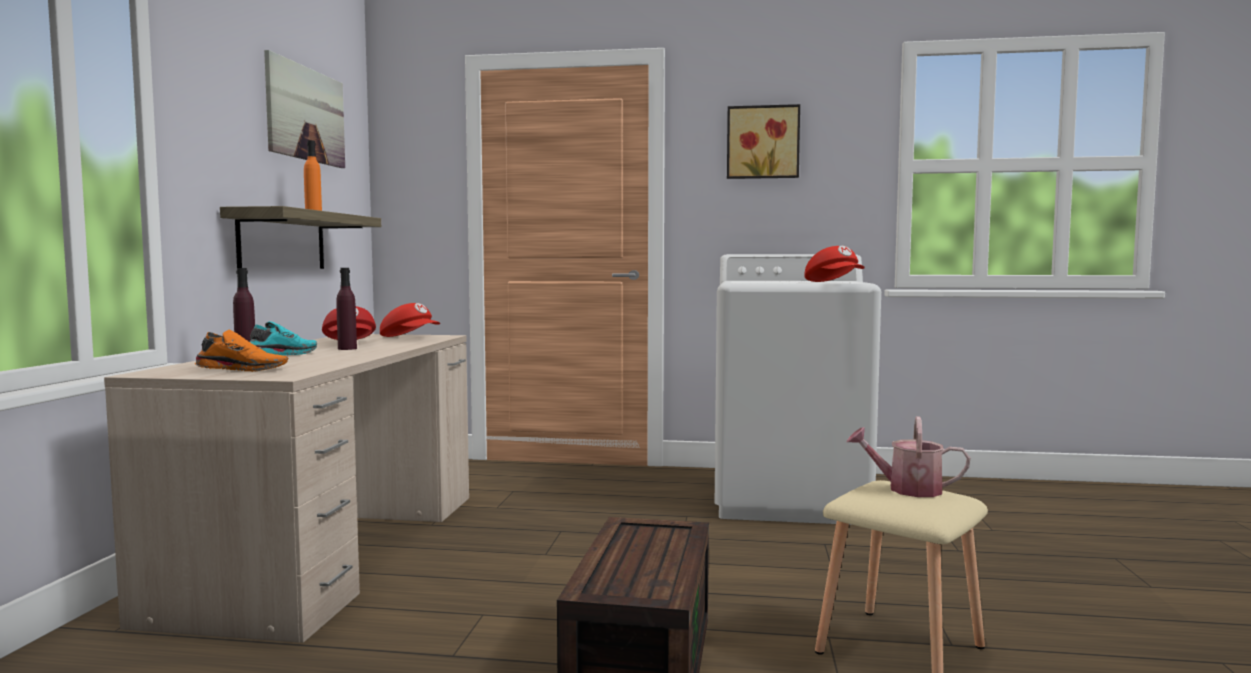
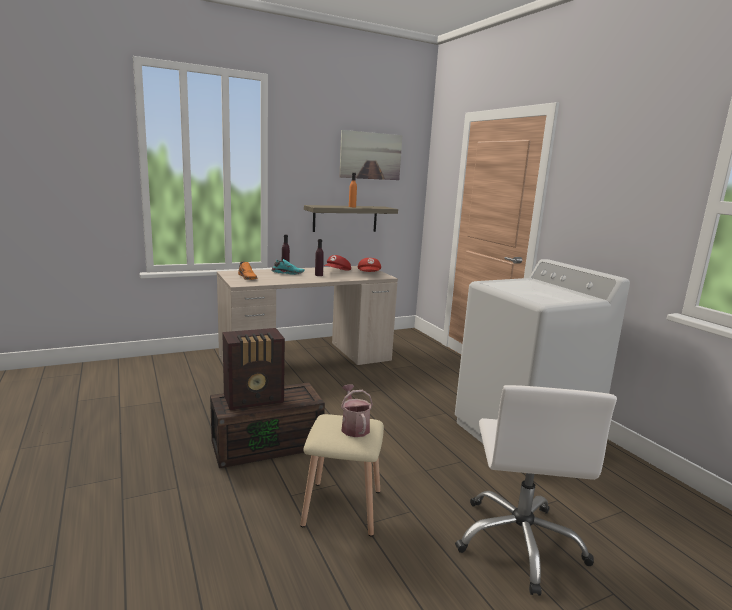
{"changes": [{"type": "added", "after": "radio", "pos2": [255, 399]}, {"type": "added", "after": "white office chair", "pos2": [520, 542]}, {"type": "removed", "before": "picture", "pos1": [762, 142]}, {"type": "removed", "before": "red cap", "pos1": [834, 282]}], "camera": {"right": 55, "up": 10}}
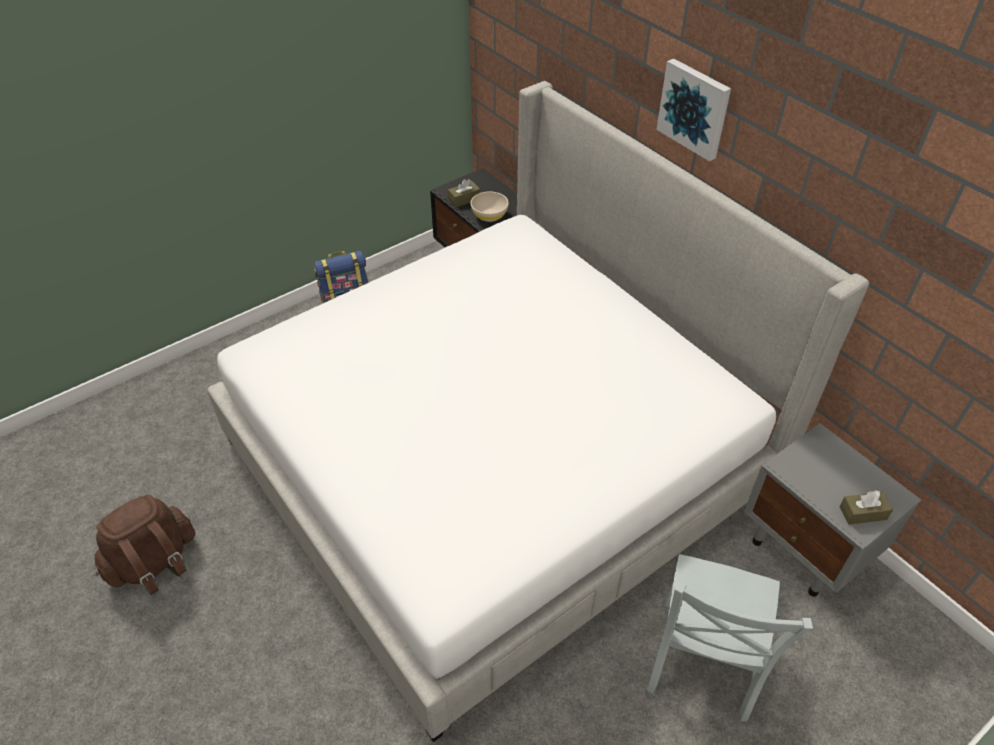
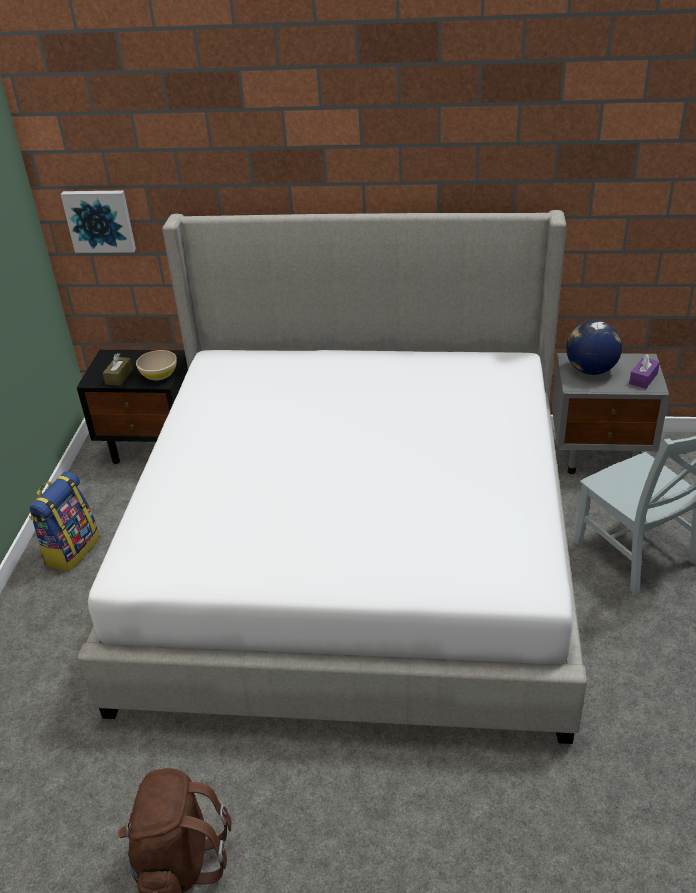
{"changes": [{"type": "moved", "before": "picture", "pos1": [695, 108], "pos2": [100, 220]}, {"type": "added", "after": "desk globe", "pos2": [590, 370]}, {"type": "recoloured", "before": "brownish tissue box", "after": "purplish tissue box", "pos1": [862, 513], "pos2": [643, 378]}], "camera": {"right": -45, "up": -10}}
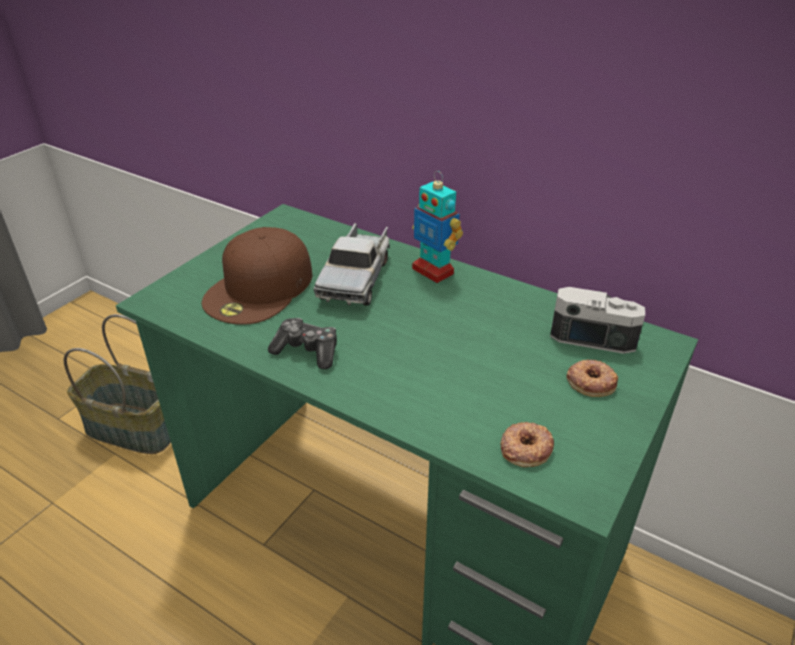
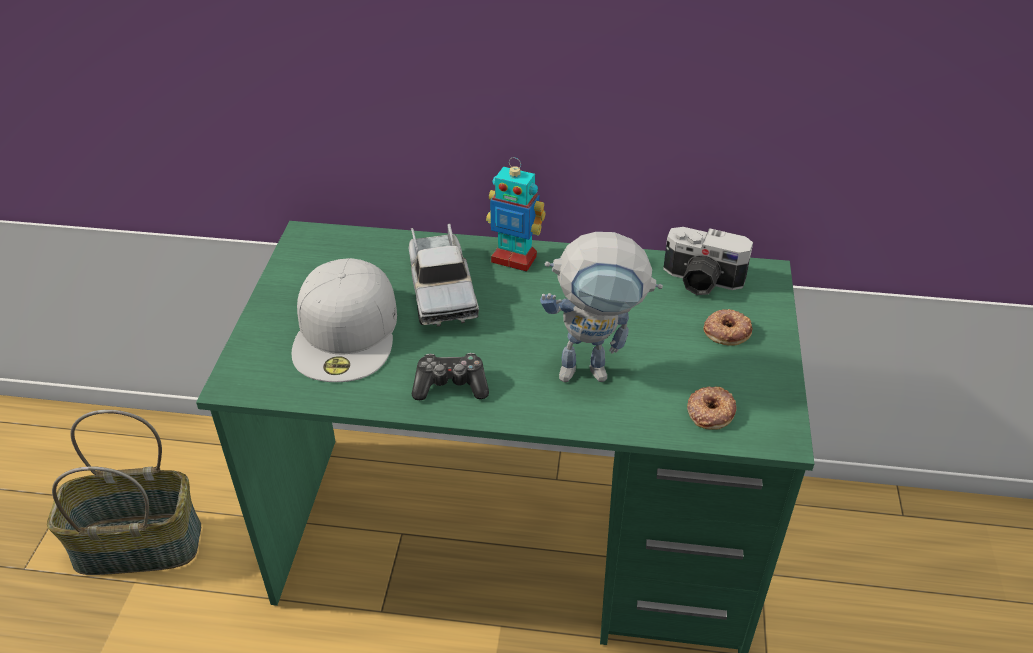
{"changes": [{"type": "recoloured", "before": "brownish cap", "after": "white cap", "pos1": [260, 288], "pos2": [347, 332]}, {"type": "added", "after": "model robot", "pos2": [596, 370]}, {"type": "turned", "before": "photo camera", "pos1": [593, 333], "pos2": [701, 281], "turn": -150}], "camera": {"right": -25, "up": 5}}
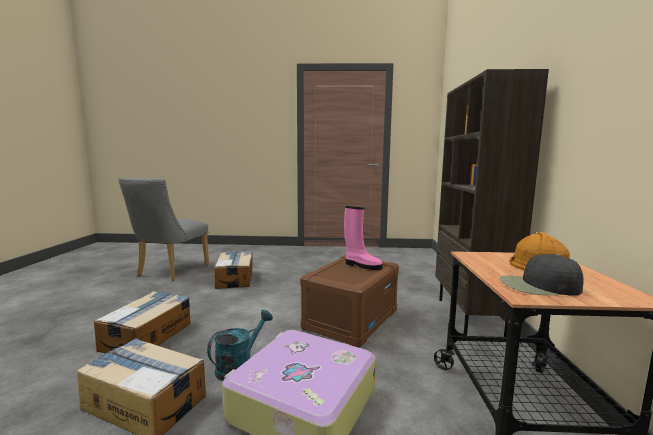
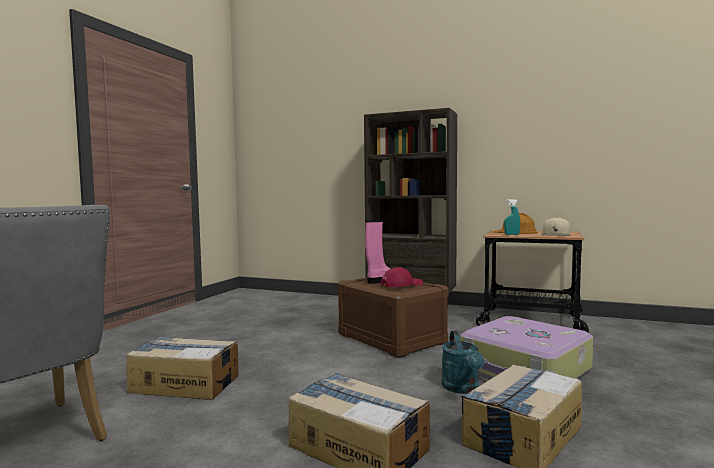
{"changes": [{"type": "added", "after": "red cap", "pos2": [401, 284]}, {"type": "turned", "before": "blue-green sprinkling can", "pos1": [239, 366], "pos2": [462, 389], "turn": -150}, {"type": "added", "after": "blue-green sprayer", "pos2": [512, 234]}, {"type": "recoloured", "before": "black-coloured cap", "after": "sand-coloured cap", "pos1": [539, 286], "pos2": [556, 235]}], "camera": {"right": -70, "up": -5}}
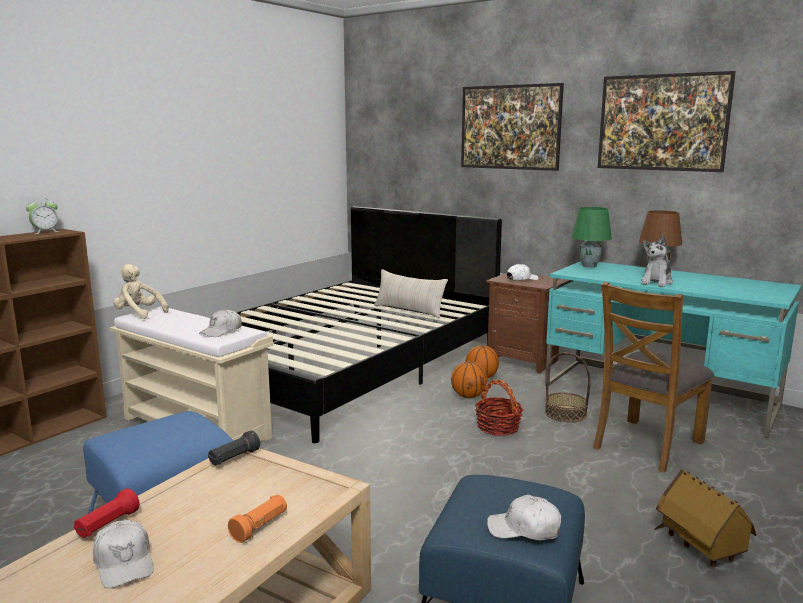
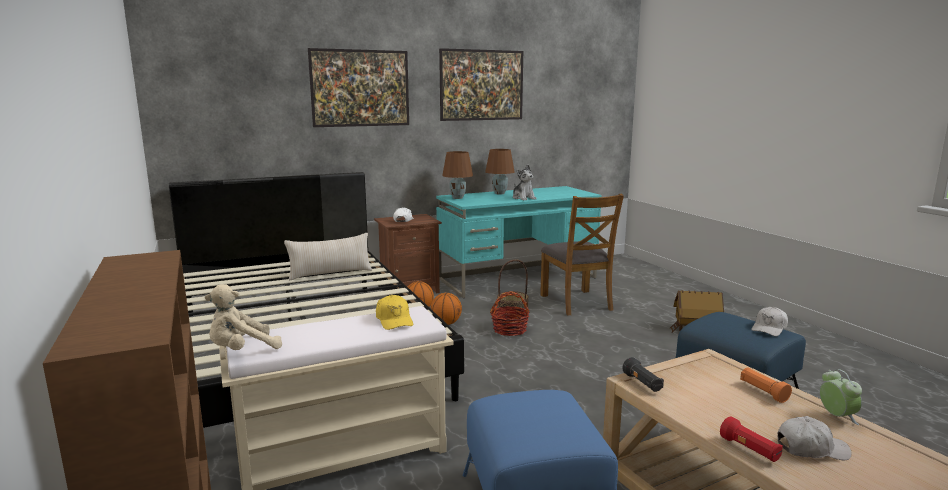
{"changes": [{"type": "recoloured", "before": "white cap", "after": "yellow cap", "pos1": [221, 331], "pos2": [394, 320]}, {"type": "recoloured", "before": "green-coloured table lamp", "after": "brownish table lamp", "pos1": [589, 266], "pos2": [458, 198]}, {"type": "moved", "before": "table clock", "pos1": [45, 232], "pos2": [836, 416]}], "camera": {"right": -60, "up": 0}}
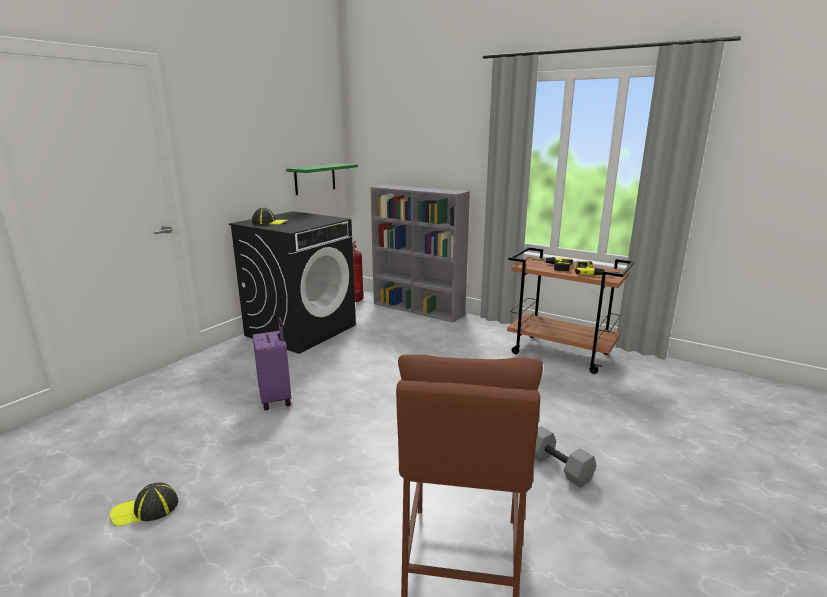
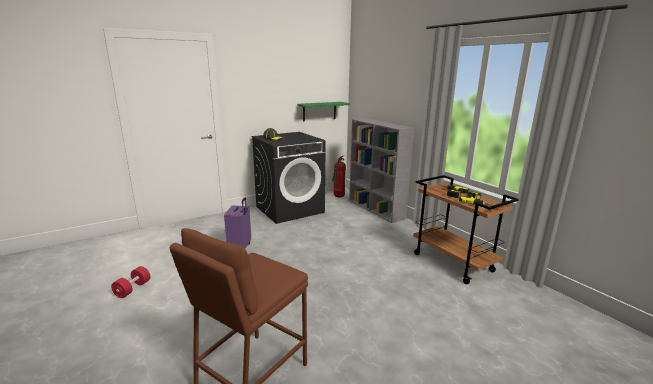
{"changes": [{"type": "replaced", "before": "cap", "after": "red free weight", "pos1": [146, 509], "pos2": [133, 289]}, {"type": "removed", "before": "grey free weight", "pos1": [559, 467]}], "camera": {"right": 25, "up": 0}}
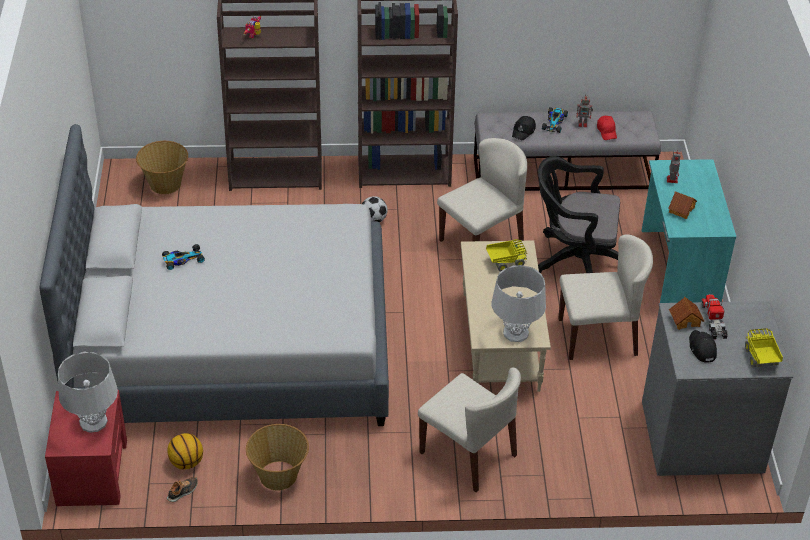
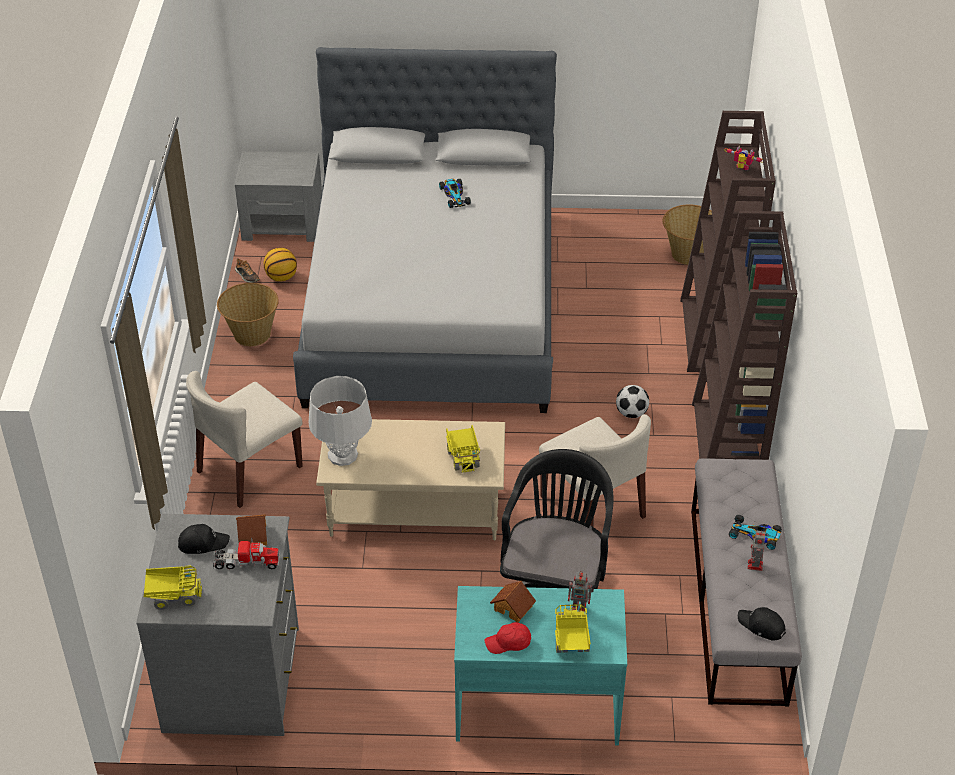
{"changes": [{"type": "recoloured", "before": "red night table", "after": "grey night table", "pos1": [92, 471], "pos2": [283, 224]}, {"type": "moved", "before": "red cap", "pos1": [607, 132], "pos2": [508, 643]}, {"type": "added", "after": "toy lorry", "pos2": [571, 641]}, {"type": "moved", "before": "black-coloured cap", "pos1": [523, 131], "pos2": [761, 626]}, {"type": "removed", "before": "grey table lamp", "pos1": [93, 422]}, {"type": "removed", "before": "sand-coloured chair", "pos1": [598, 336]}], "camera": {"right": 95, "up": 0}}
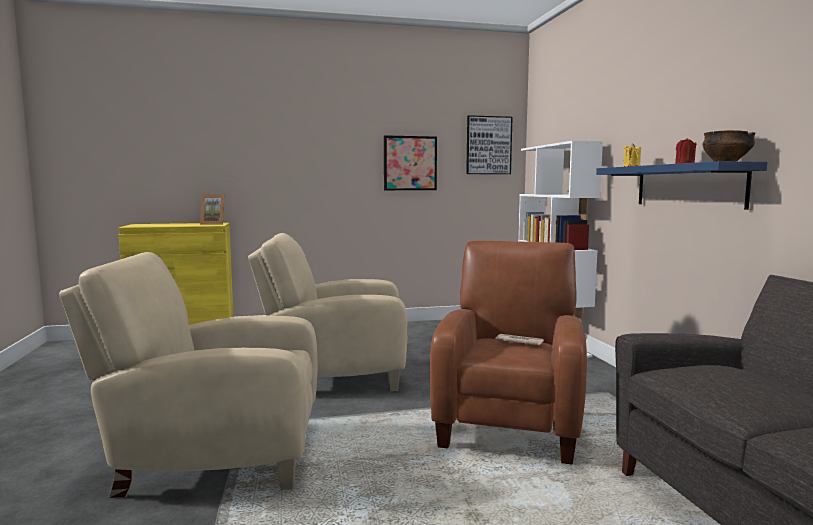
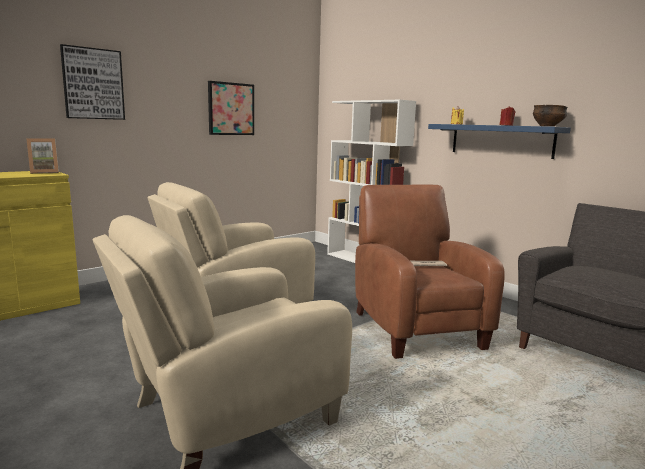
{"changes": [{"type": "moved", "before": "picture", "pos1": [488, 145], "pos2": [93, 84]}], "camera": {"right": -30, "up": 5}}
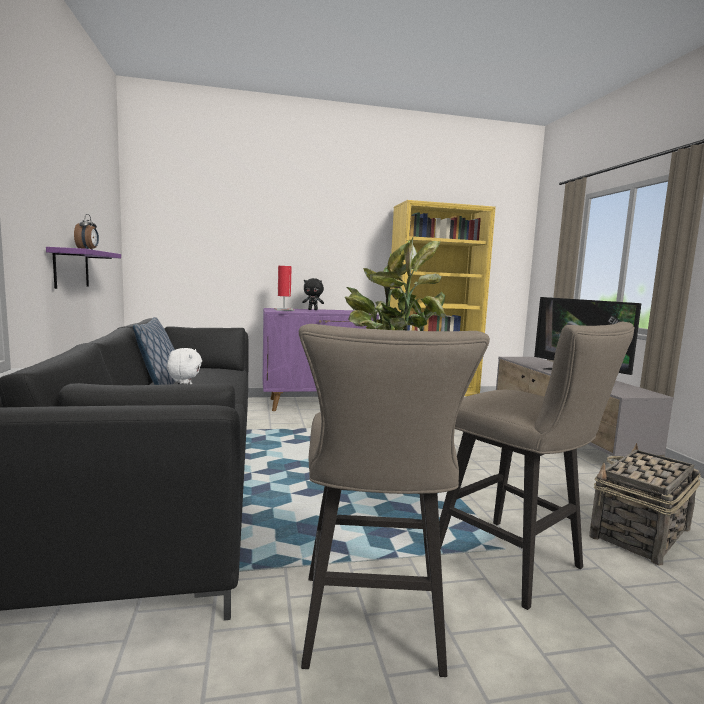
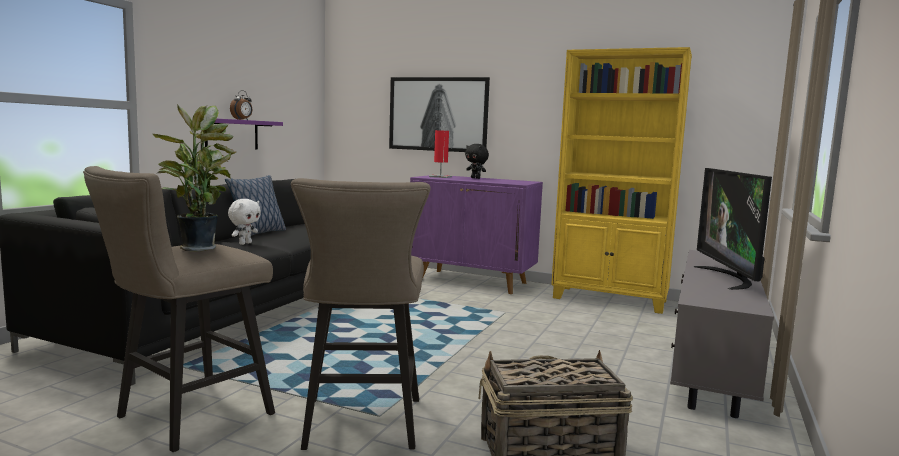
{"changes": [{"type": "added", "after": "picture", "pos2": [438, 114]}], "camera": {"right": 35, "up": 0}}
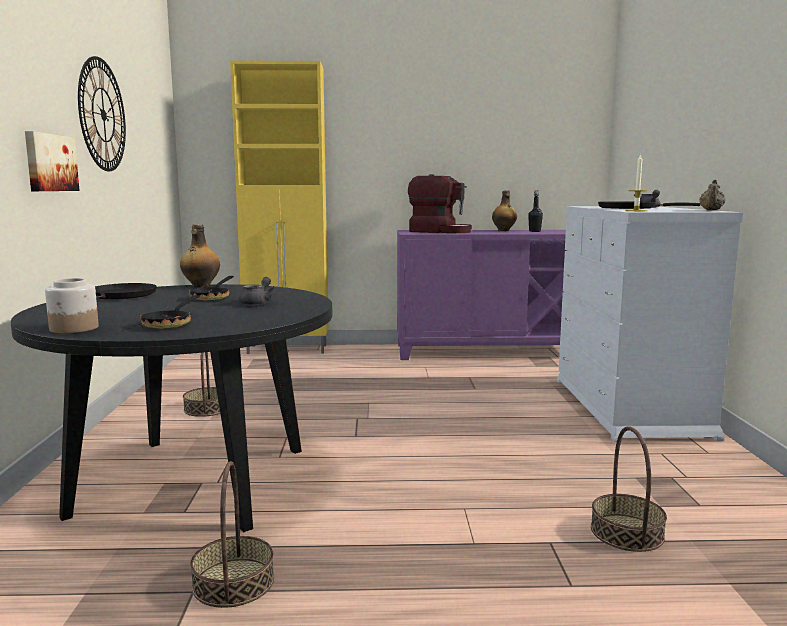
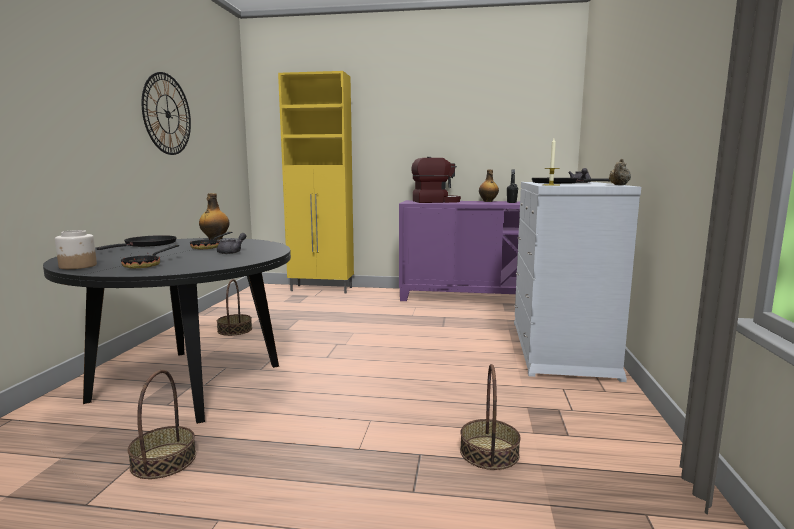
{"changes": [{"type": "turned", "before": "coffee machine", "pos1": [440, 231], "pos2": [435, 201], "turn": -45}, {"type": "removed", "before": "picture", "pos1": [50, 163]}], "camera": {"right": 10, "up": 0}}
